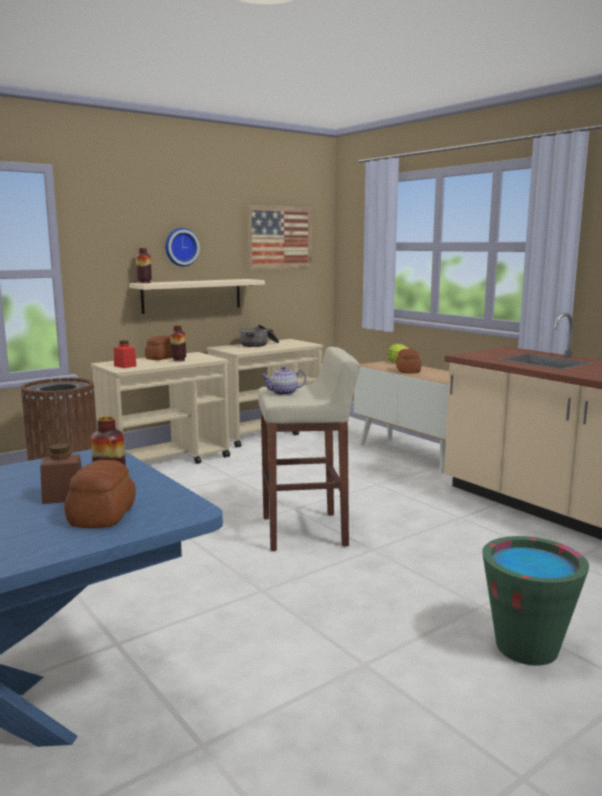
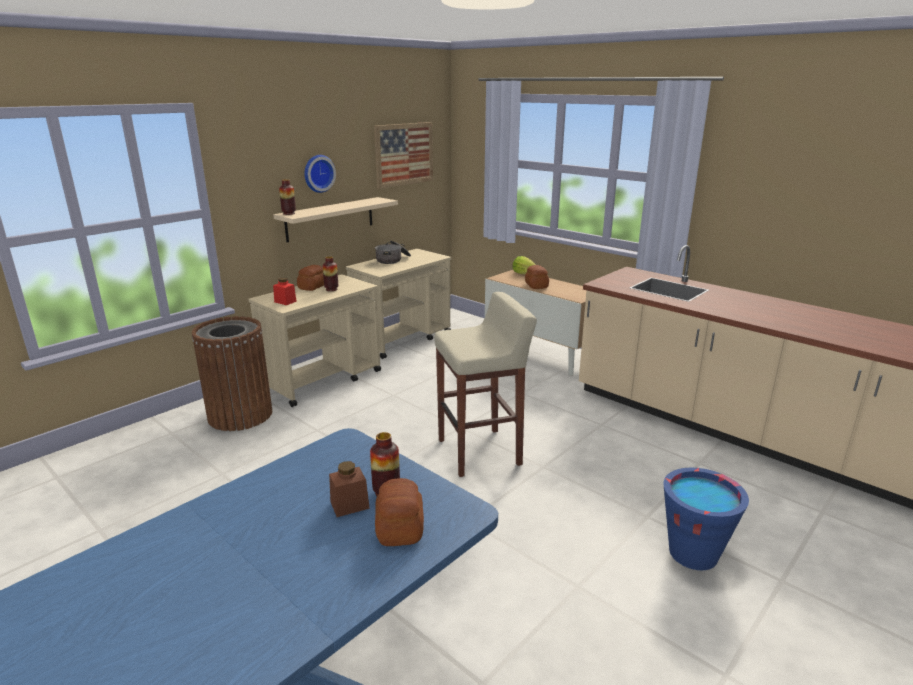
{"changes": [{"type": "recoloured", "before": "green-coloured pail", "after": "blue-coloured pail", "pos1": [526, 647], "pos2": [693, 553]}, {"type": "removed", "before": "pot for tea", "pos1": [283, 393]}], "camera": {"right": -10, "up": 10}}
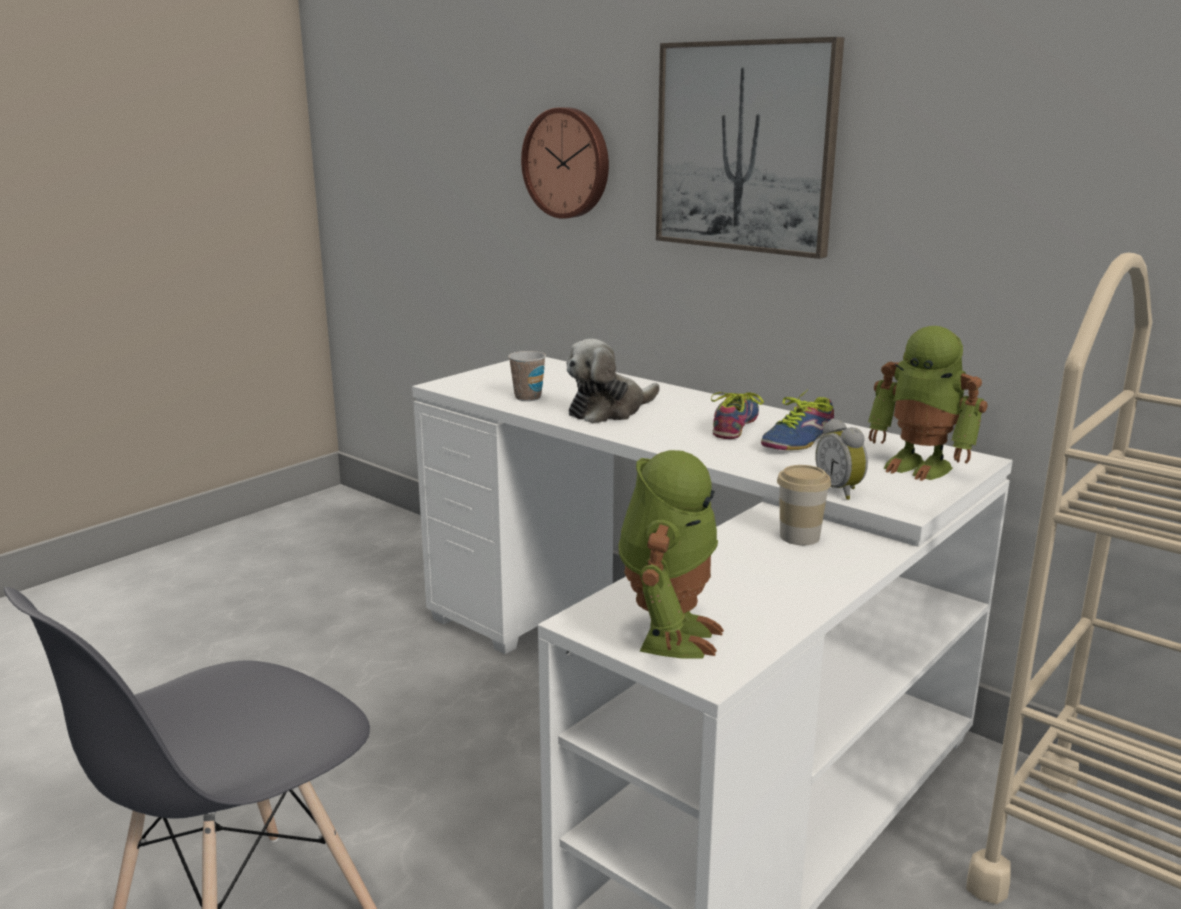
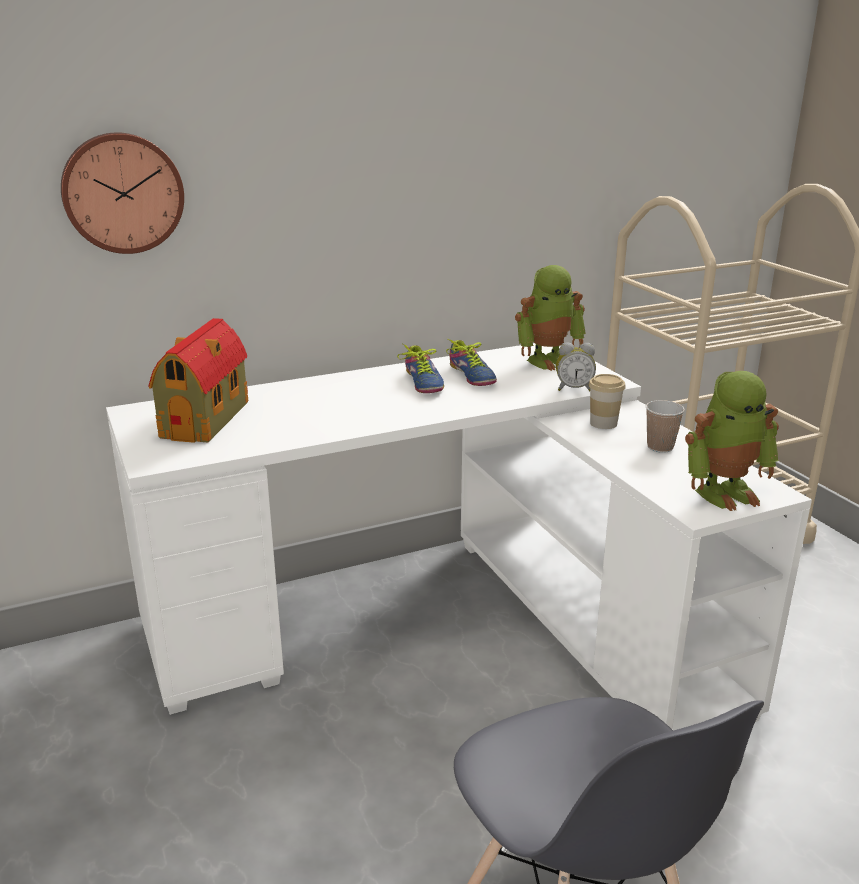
{"changes": [{"type": "added", "after": "toy house", "pos2": [207, 418]}, {"type": "turned", "before": "shoe", "pos1": [739, 425], "pos2": [420, 383], "turn": -150}, {"type": "moved", "before": "small cup", "pos1": [528, 397], "pos2": [660, 447]}, {"type": "turned", "before": "model robot", "pos1": [668, 634], "pos2": [725, 492], "turn": 120}, {"type": "removed", "before": "plush toy", "pos1": [609, 411]}, {"type": "removed", "before": "picture", "pos1": [745, 147]}], "camera": {"right": -65, "up": 5}}
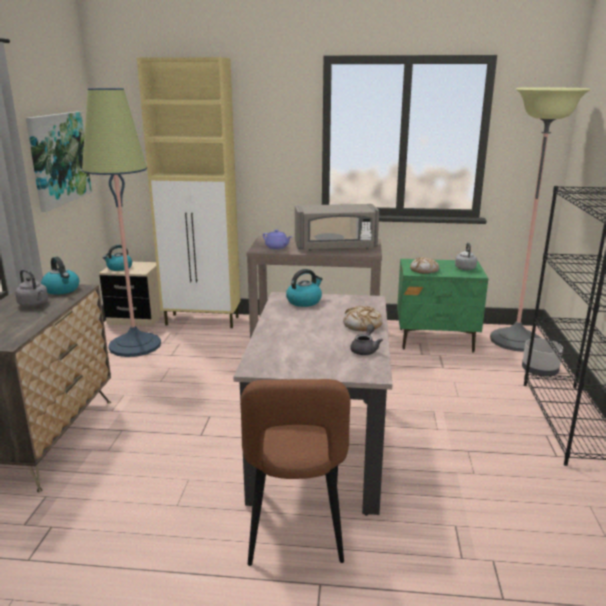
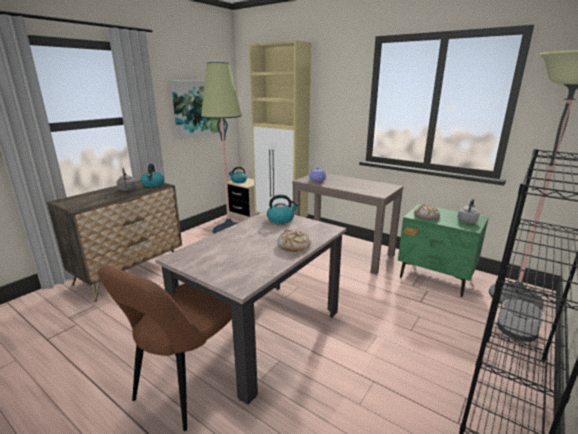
{"changes": [{"type": "removed", "before": "grey microwave", "pos1": [336, 247]}, {"type": "removed", "before": "grey pot for tea", "pos1": [365, 349]}], "camera": {"right": 30, "up": 0}}
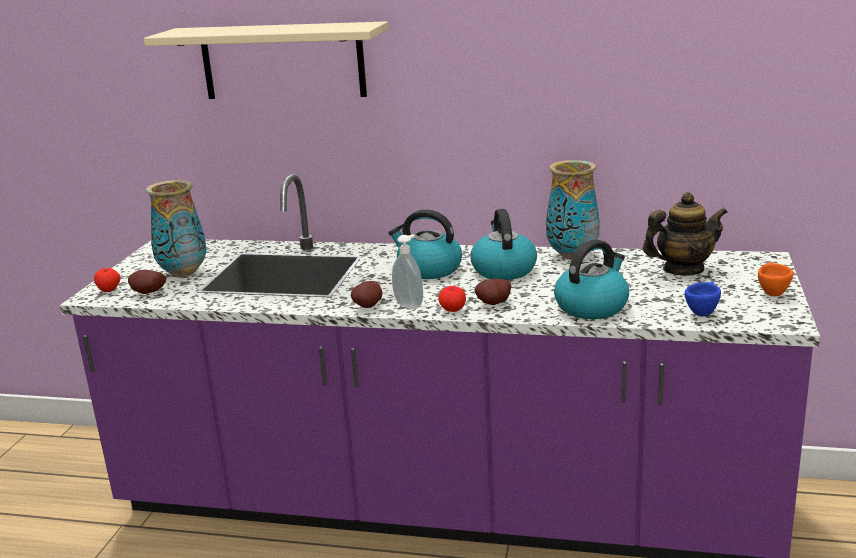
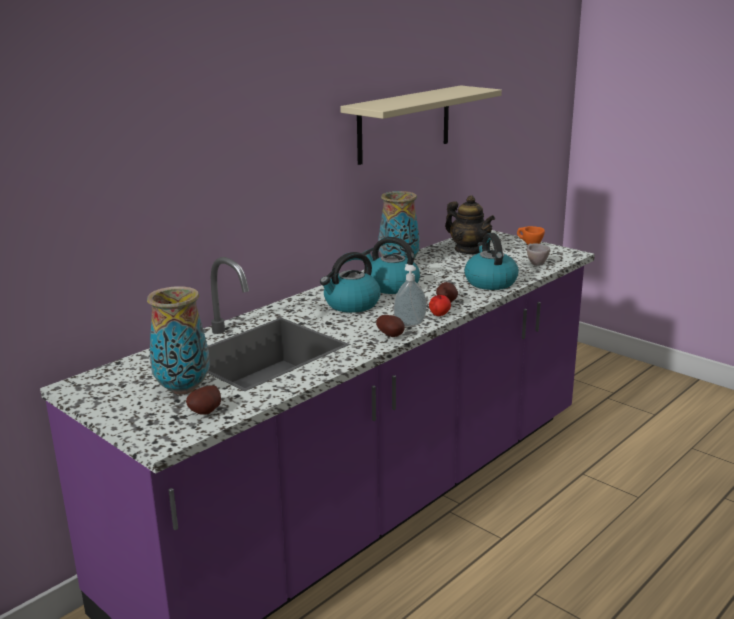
{"changes": [{"type": "moved", "before": "sand-coloured shelf", "pos1": [282, 61], "pos2": [404, 124]}, {"type": "turned", "before": "pot for tea", "pos1": [683, 270], "pos2": [468, 251], "turn": 120}, {"type": "recoloured", "before": "blue-coloured small cup", "after": "sand-coloured small cup", "pos1": [703, 312], "pos2": [534, 263]}, {"type": "removed", "before": "whole apple", "pos1": [109, 290]}], "camera": {"right": -60, "up": 0}}
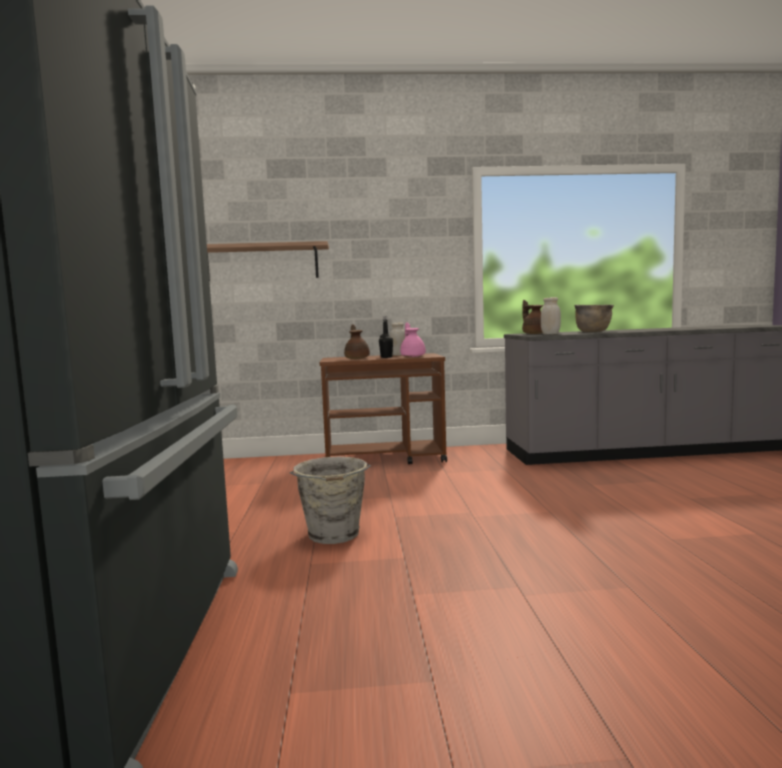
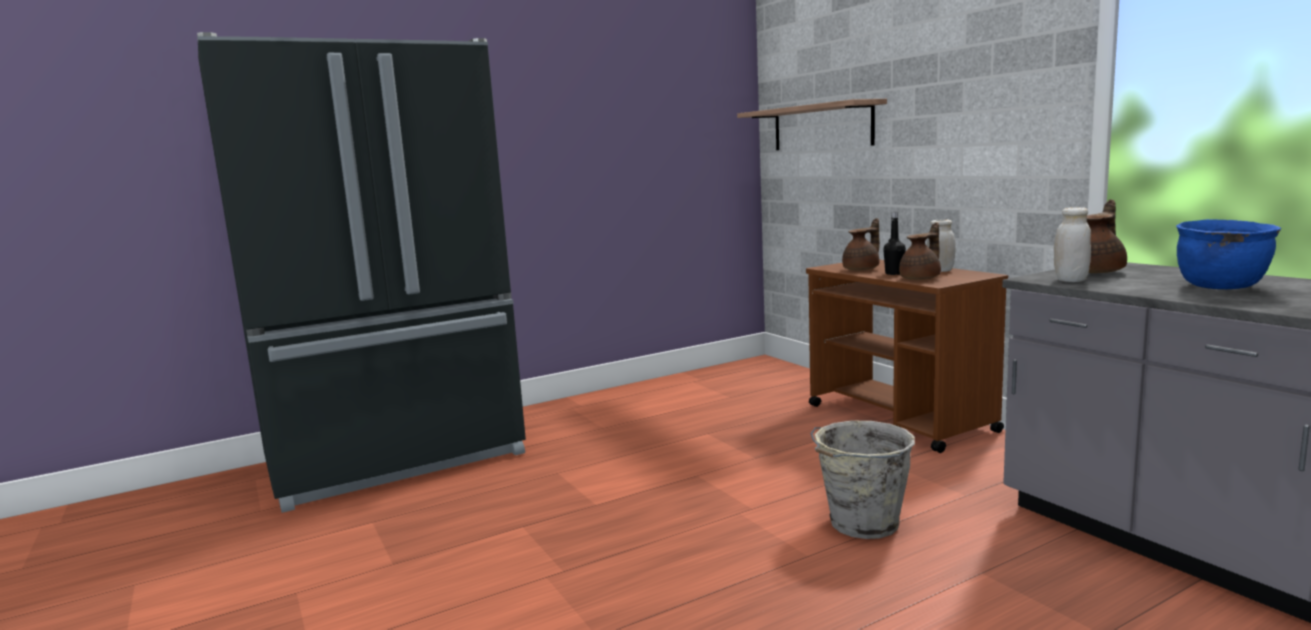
{"changes": [{"type": "moved", "before": "grey pail", "pos1": [334, 535], "pos2": [861, 524]}, {"type": "recoloured", "before": "pink pot for tea", "after": "brownish pot for tea", "pos1": [413, 356], "pos2": [921, 278]}, {"type": "recoloured", "before": "brownish saucepot", "after": "blue-coloured saucepot", "pos1": [593, 331], "pos2": [1221, 287]}], "camera": {"right": 65, "up": 5}}
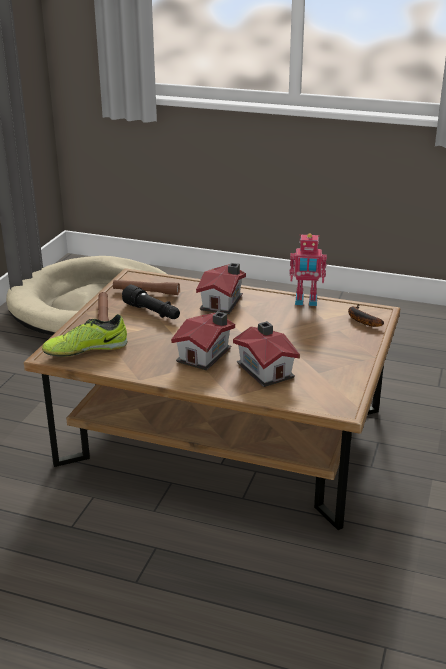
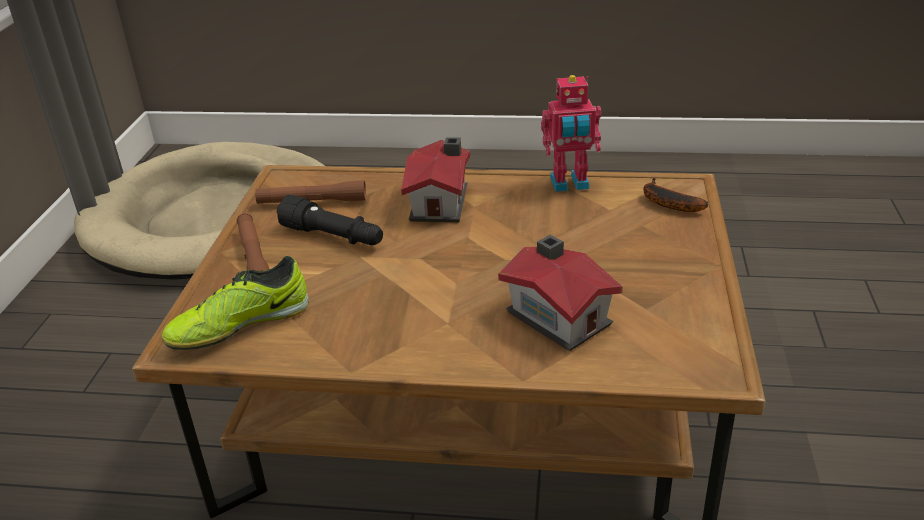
{"changes": [{"type": "removed", "before": "toy house", "pos1": [206, 355]}], "camera": {"right": -10, "up": 5}}
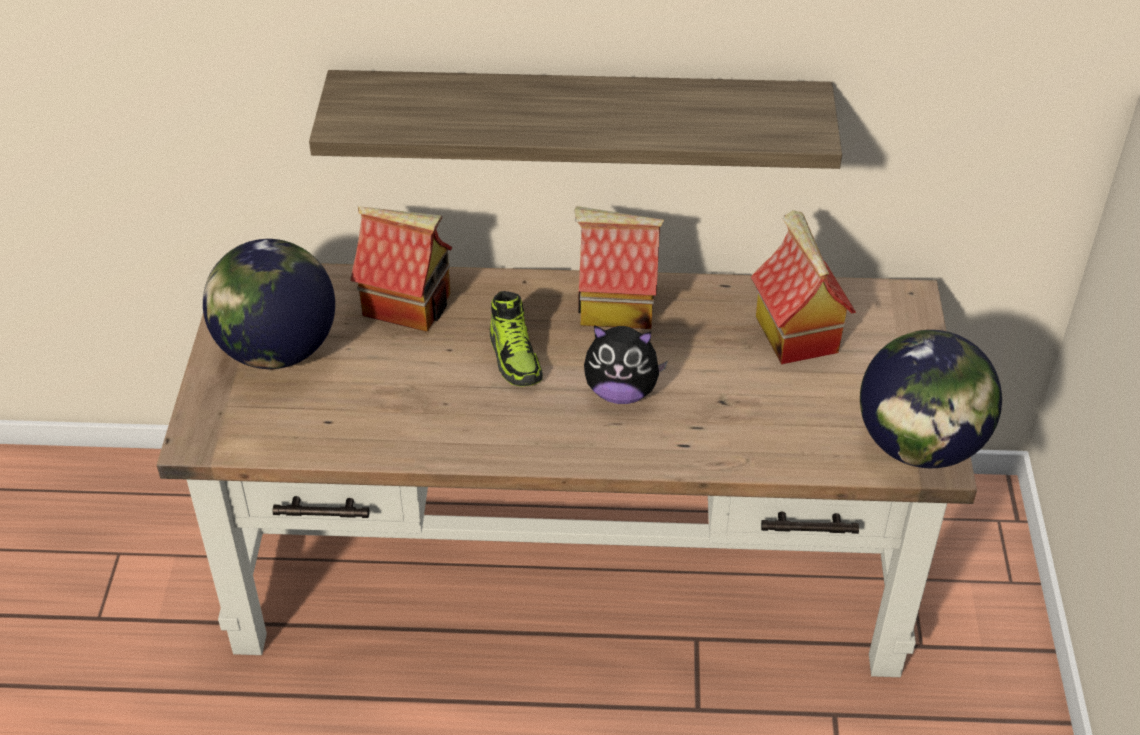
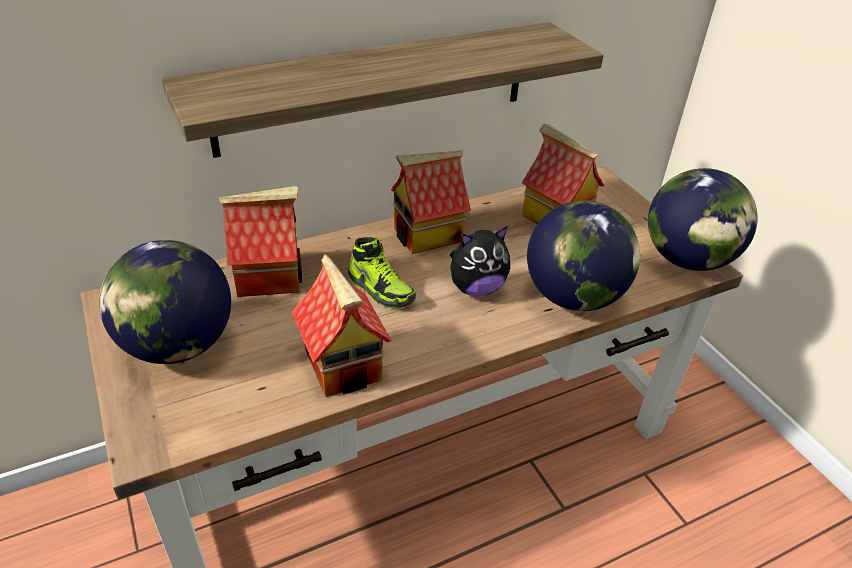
{"changes": [{"type": "added", "after": "toy house", "pos2": [344, 365]}, {"type": "added", "after": "desk globe", "pos2": [574, 297]}], "camera": {"right": -30, "up": -5}}
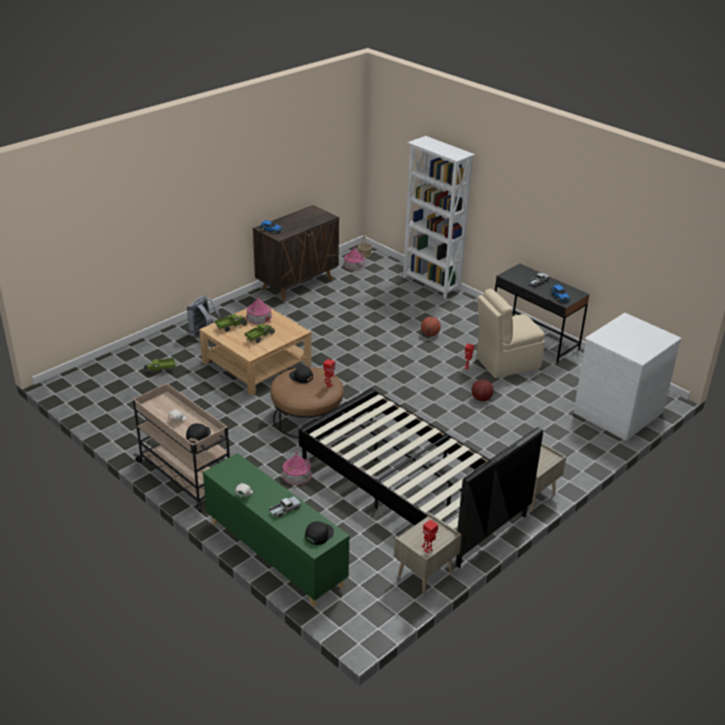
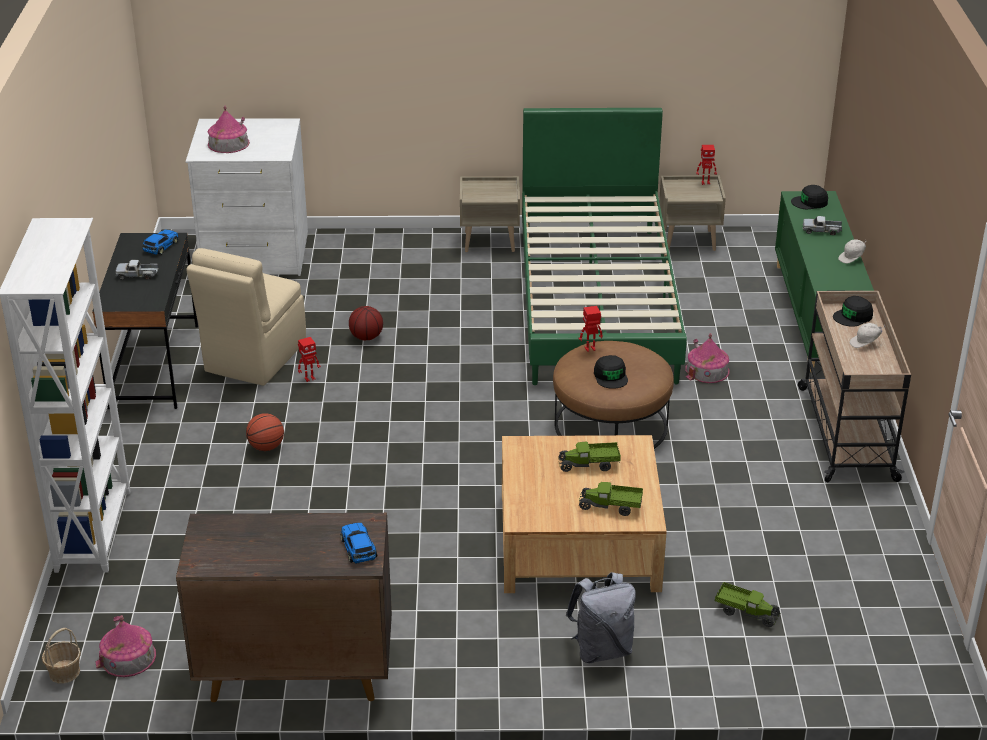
{"changes": [{"type": "turned", "before": "sand-coloured chair", "pos1": [506, 363], "pos2": [253, 358], "turn": 90}, {"type": "moved", "before": "toy house", "pos1": [259, 317], "pos2": [228, 143]}, {"type": "recoloured", "before": "black-coloured bedroom bed", "after": "green-coloured bedroom bed", "pos1": [410, 486], "pos2": [596, 301]}], "camera": {"right": -135, "up": 0}}
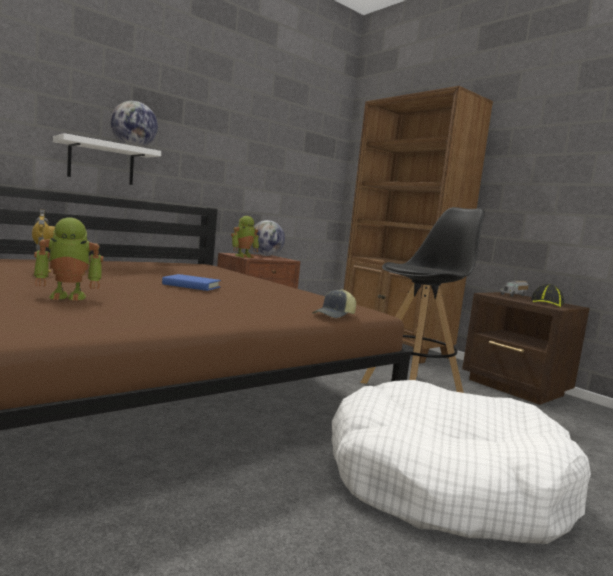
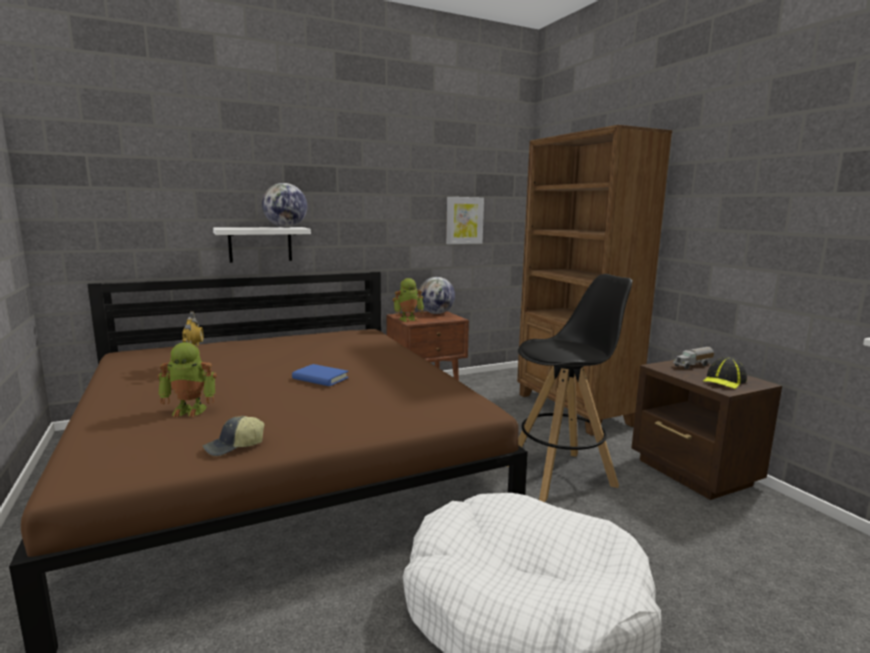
{"changes": [{"type": "moved", "before": "cap", "pos1": [335, 315], "pos2": [234, 447]}, {"type": "added", "after": "picture", "pos2": [464, 220]}], "camera": {"right": 15, "up": 5}}
